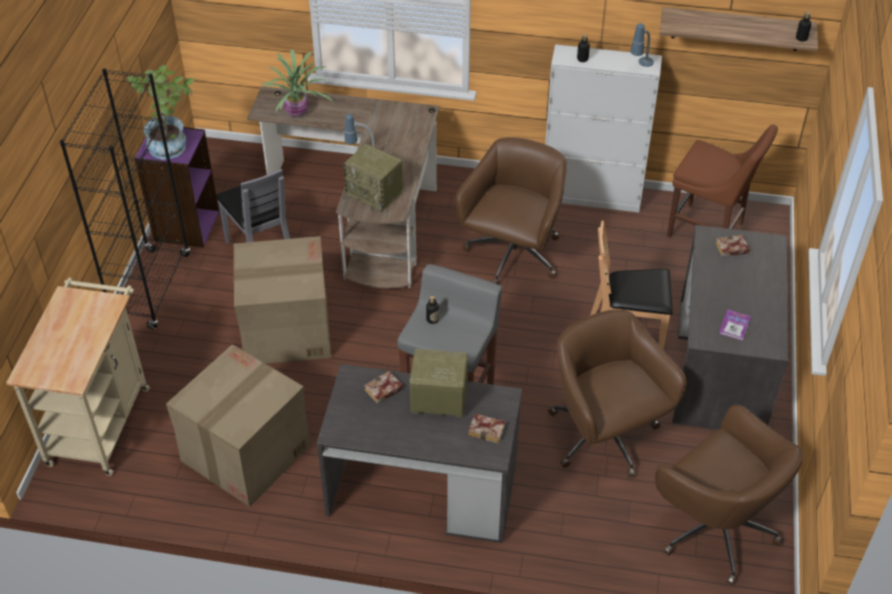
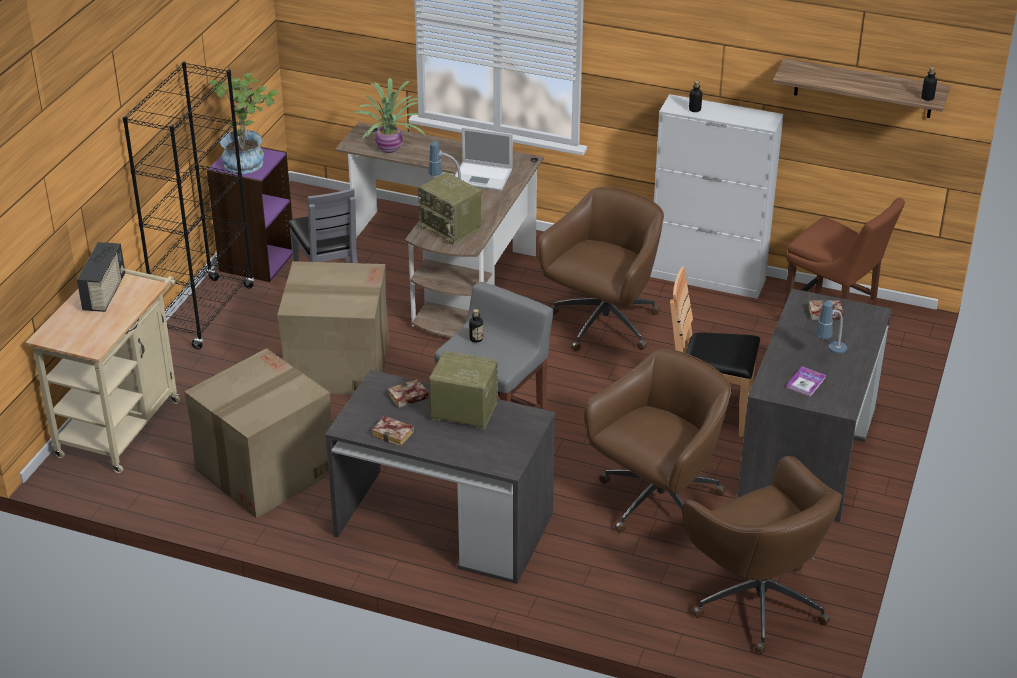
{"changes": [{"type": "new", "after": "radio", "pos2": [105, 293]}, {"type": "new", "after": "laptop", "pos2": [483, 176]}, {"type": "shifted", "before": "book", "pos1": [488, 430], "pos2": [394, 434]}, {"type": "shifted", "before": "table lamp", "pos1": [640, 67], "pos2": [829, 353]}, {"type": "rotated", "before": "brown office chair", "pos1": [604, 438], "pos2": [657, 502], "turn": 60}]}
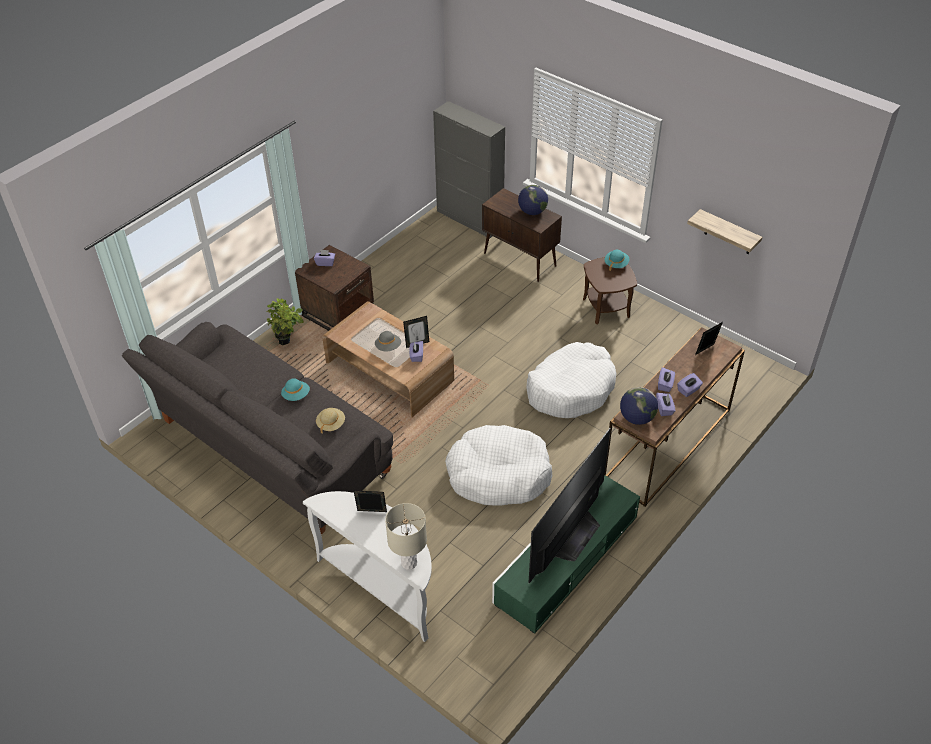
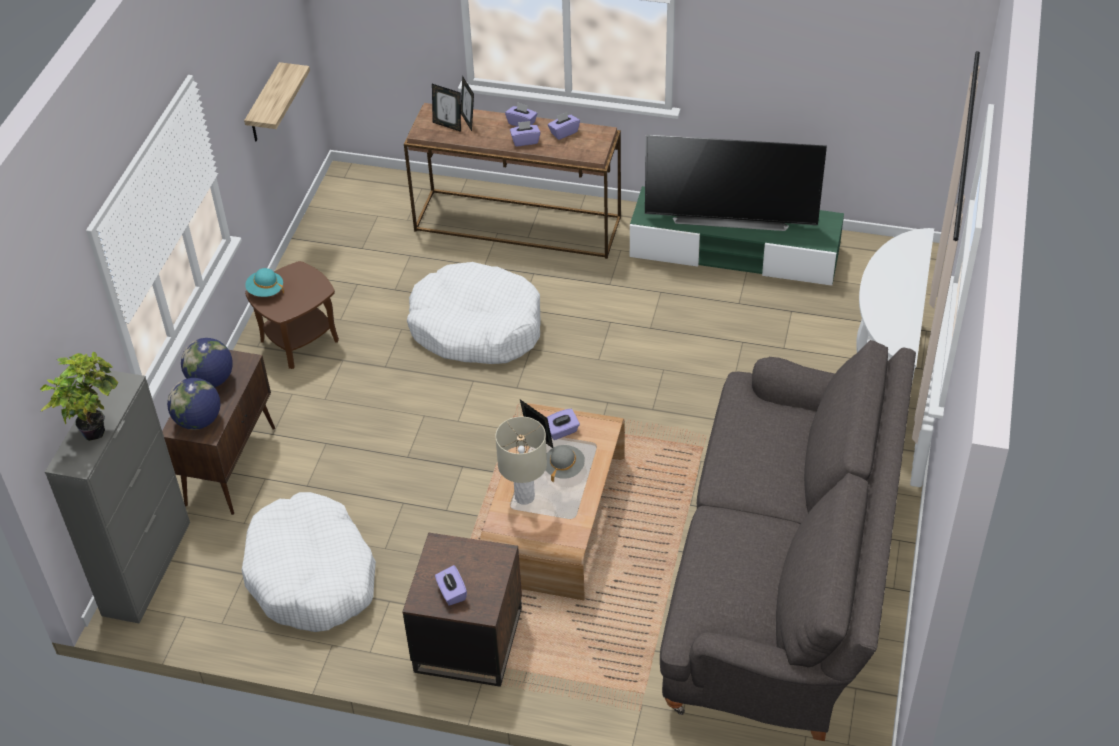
{"changes": [{"type": "gone", "before": "turquoise hat", "pos1": [296, 395]}, {"type": "gone", "before": "beige hat", "pos1": [331, 424]}, {"type": "shifted", "before": "potted plant", "pos1": [287, 342], "pos2": [93, 428]}, {"type": "shifted", "before": "picture frame", "pos1": [371, 513], "pos2": [468, 121]}, {"type": "shifted", "before": "beige table lamp", "pos1": [409, 563], "pos2": [525, 496]}, {"type": "shifted", "before": "white dog bed", "pos1": [498, 474], "pos2": [312, 575]}, {"type": "shifted", "before": "globe", "pos1": [637, 418], "pos2": [198, 421]}]}
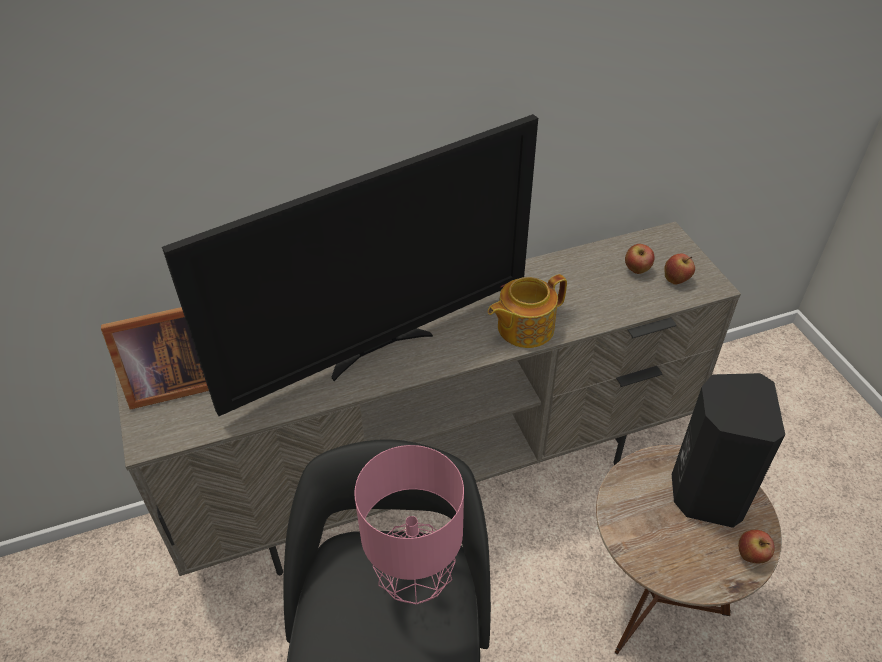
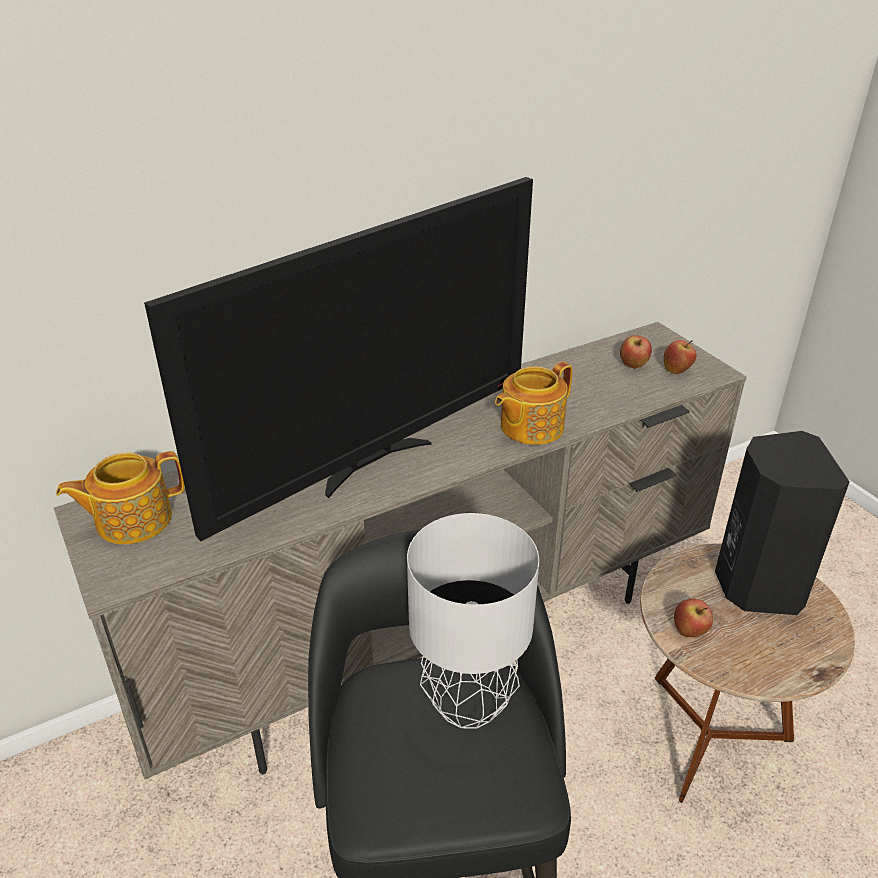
{"changes": [{"type": "shifted", "before": "apple", "pos1": [751, 556], "pos2": [690, 632]}, {"type": "swapped", "before": "picture frame", "after": "teapot", "pos1": [172, 382], "pos2": [132, 520]}, {"type": "repainted", "before": "pink table lamp", "after": "grey table lamp", "pos1": [414, 580], "pos2": [467, 702]}]}
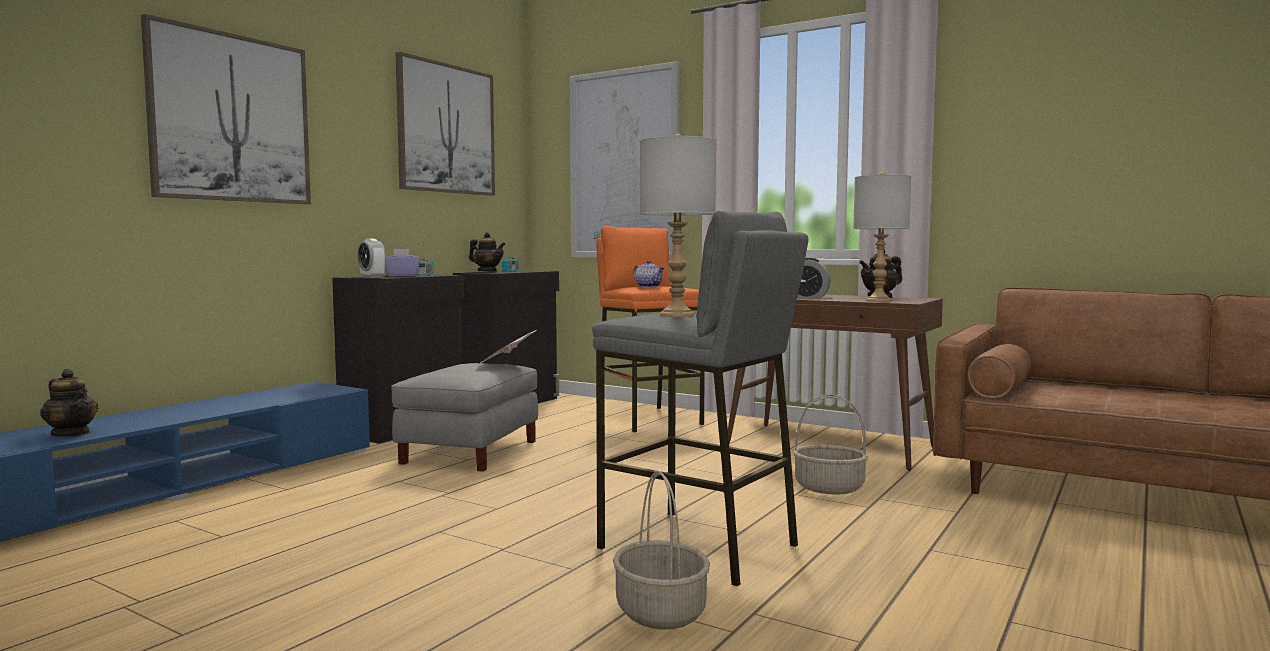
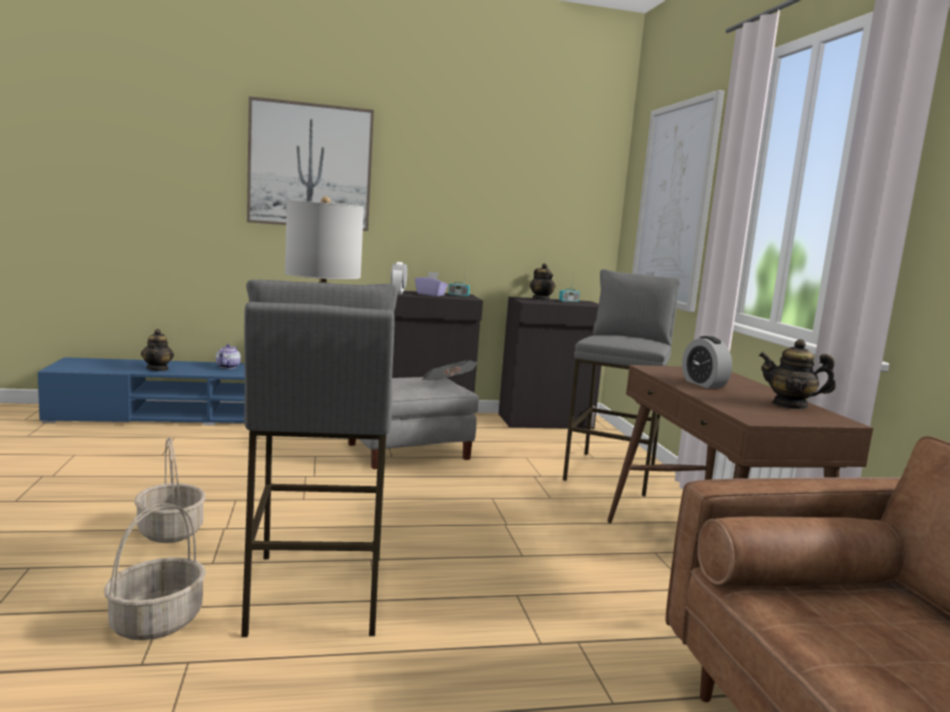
{"changes": [{"type": "gone", "before": "picture", "pos1": [446, 129]}, {"type": "gone", "before": "grey table lamp", "pos1": [879, 301]}, {"type": "shifted", "before": "teapot", "pos1": [649, 287], "pos2": [228, 367]}, {"type": "shifted", "before": "basket", "pos1": [830, 487], "pos2": [171, 531]}, {"type": "repainted", "before": "orange stool", "after": "grey stool", "pos1": [648, 419], "pos2": [612, 473]}]}
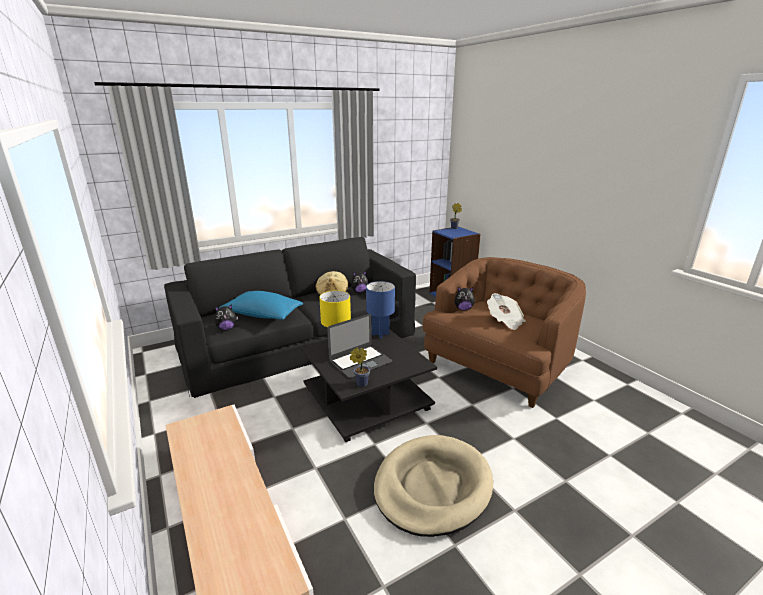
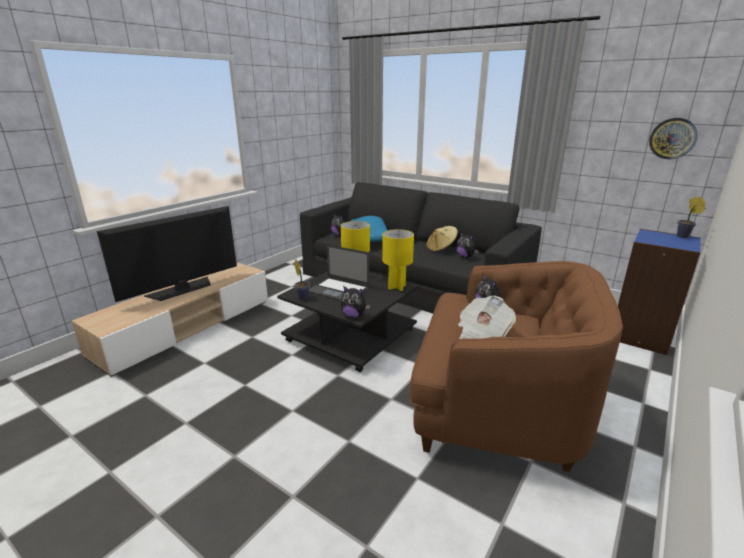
{"changes": [{"type": "gone", "before": "beige dog bed", "pos1": [432, 487]}, {"type": "new", "after": "television", "pos2": [182, 289]}, {"type": "new", "after": "plush toy", "pos2": [354, 315]}, {"type": "new", "after": "wall clock", "pos2": [672, 138]}, {"type": "repainted", "before": "blue table lamp", "after": "yellow table lamp", "pos1": [380, 334], "pos2": [396, 287]}]}
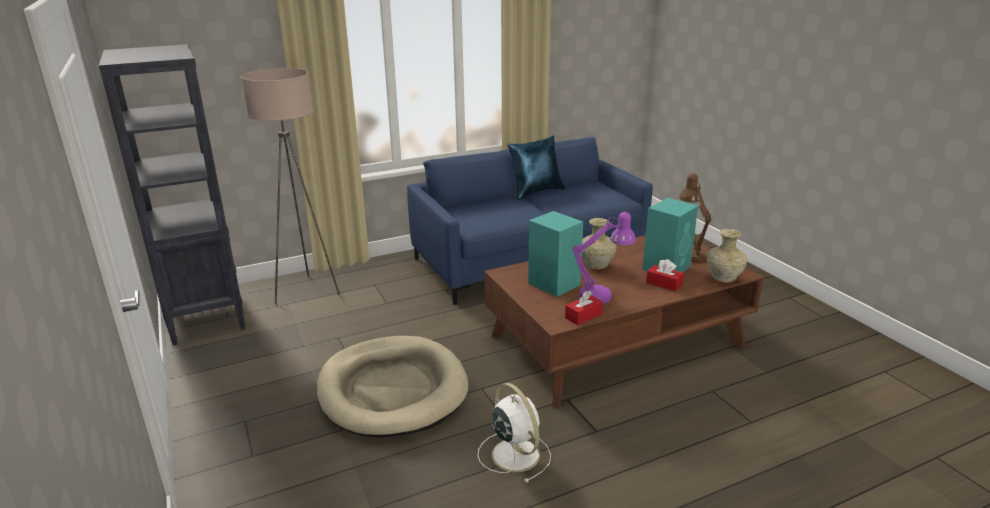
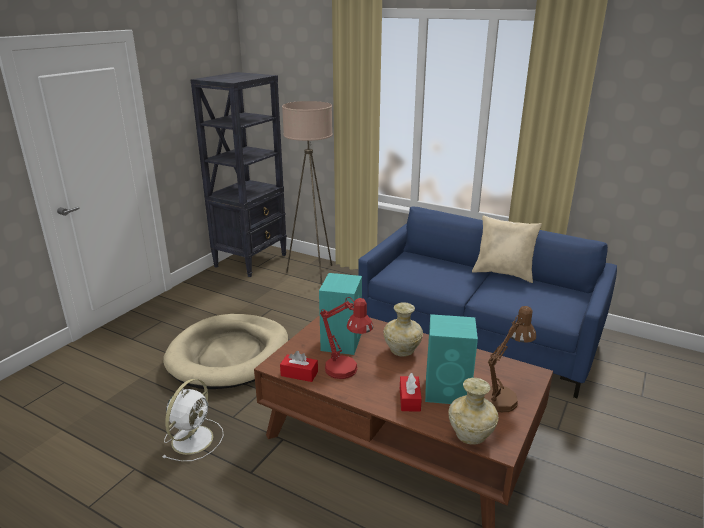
{"changes": [{"type": "repainted", "before": "blue pillow", "after": "beige pillow", "pos1": [536, 192], "pos2": [503, 273]}, {"type": "repainted", "before": "purple table lamp", "after": "red table lamp", "pos1": [602, 295], "pos2": [346, 372]}]}
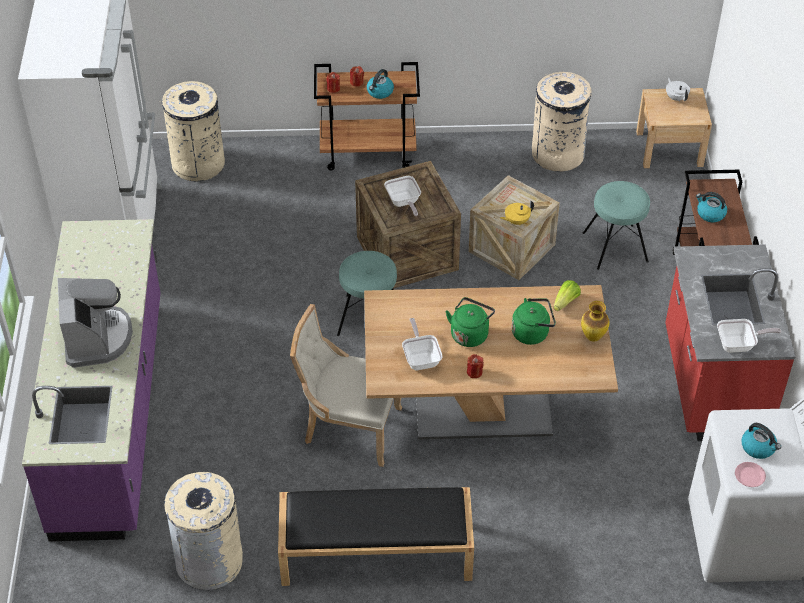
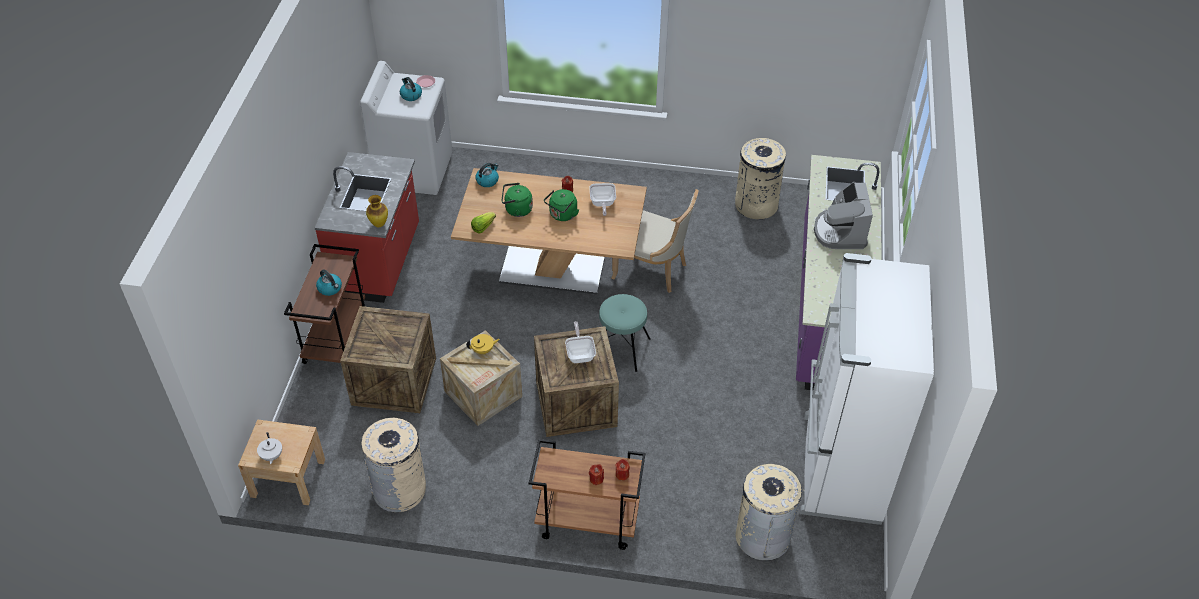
{"changes": [{"type": "gone", "before": "black bench", "pos1": [375, 553]}, {"type": "gone", "before": "frying pan", "pos1": [739, 345]}, {"type": "shifted", "before": "kettle", "pos1": [380, 92], "pos2": [487, 180]}, {"type": "shifted", "before": "vase", "pos1": [592, 337], "pos2": [379, 224]}, {"type": "swapped", "before": "turquoise stool", "after": "crate", "pos1": [615, 247], "pos2": [394, 381]}]}
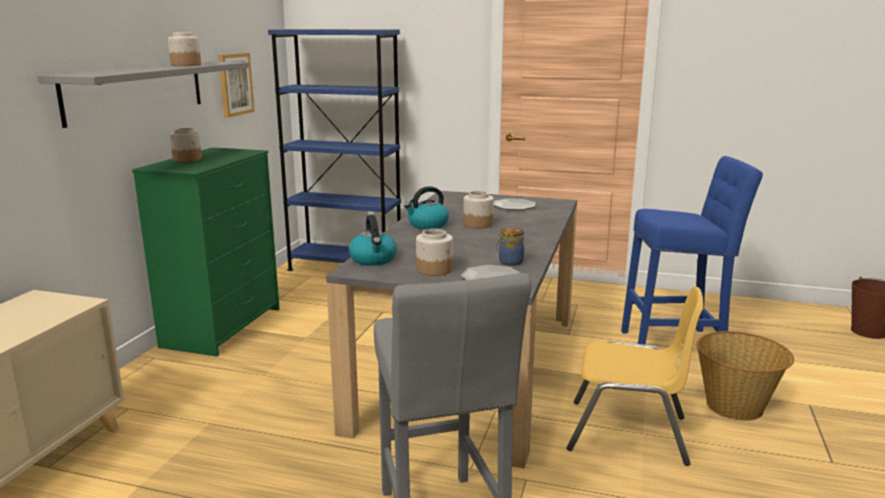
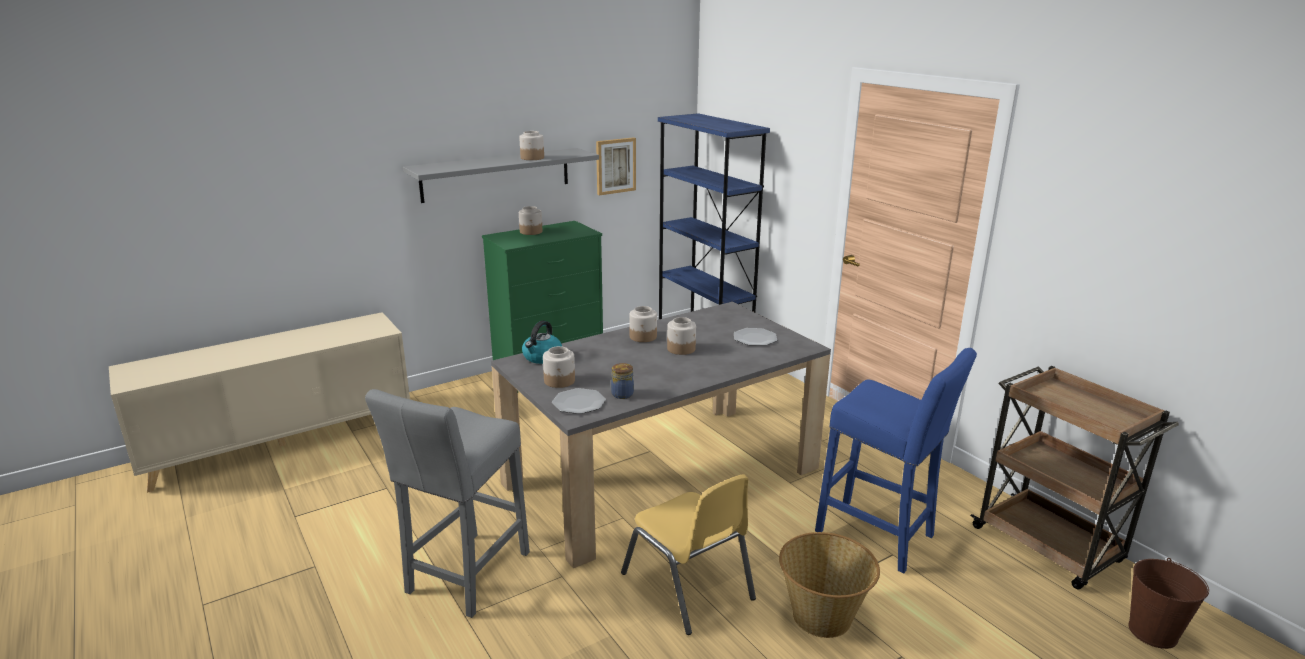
{"changes": [{"type": "new", "after": "brown cart", "pos2": [1049, 546]}, {"type": "swapped", "before": "kettle", "after": "jar", "pos1": [427, 225], "pos2": [643, 337]}]}
